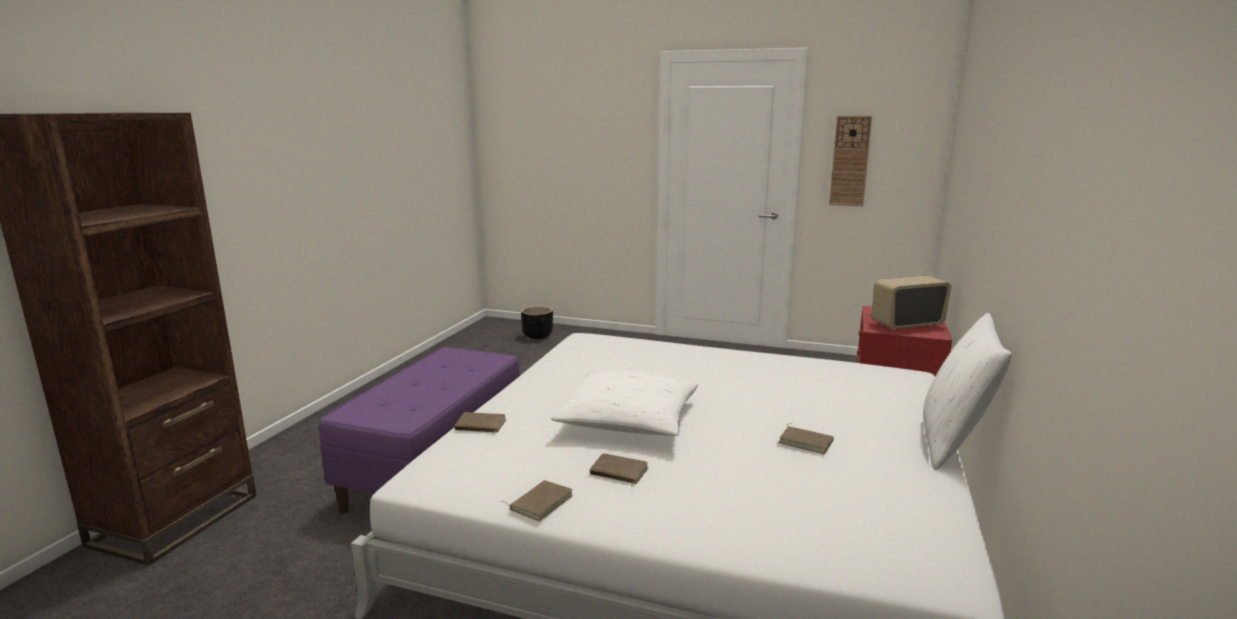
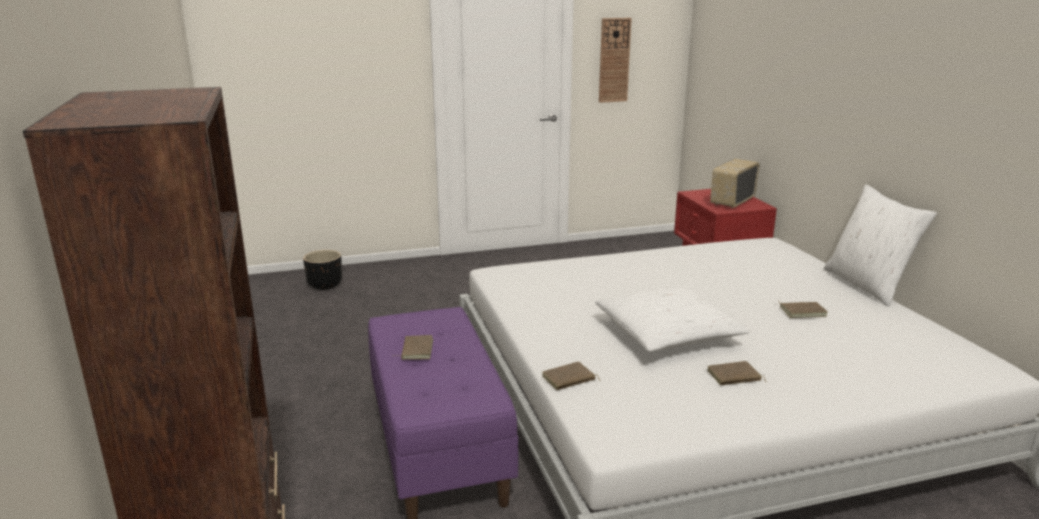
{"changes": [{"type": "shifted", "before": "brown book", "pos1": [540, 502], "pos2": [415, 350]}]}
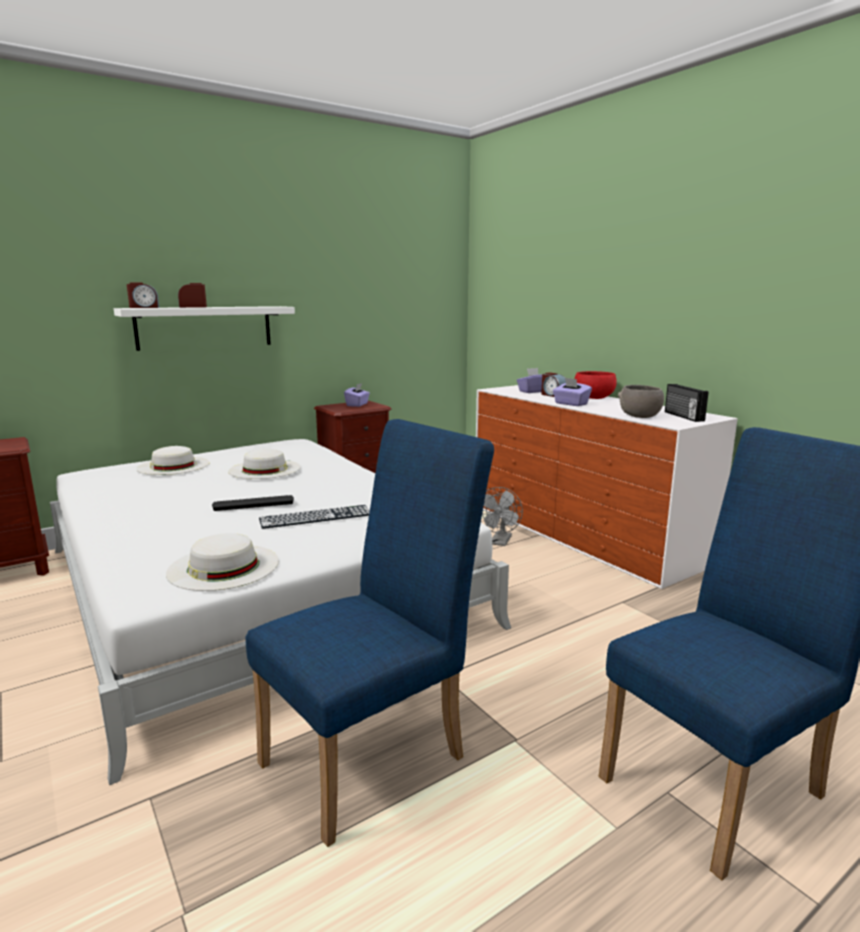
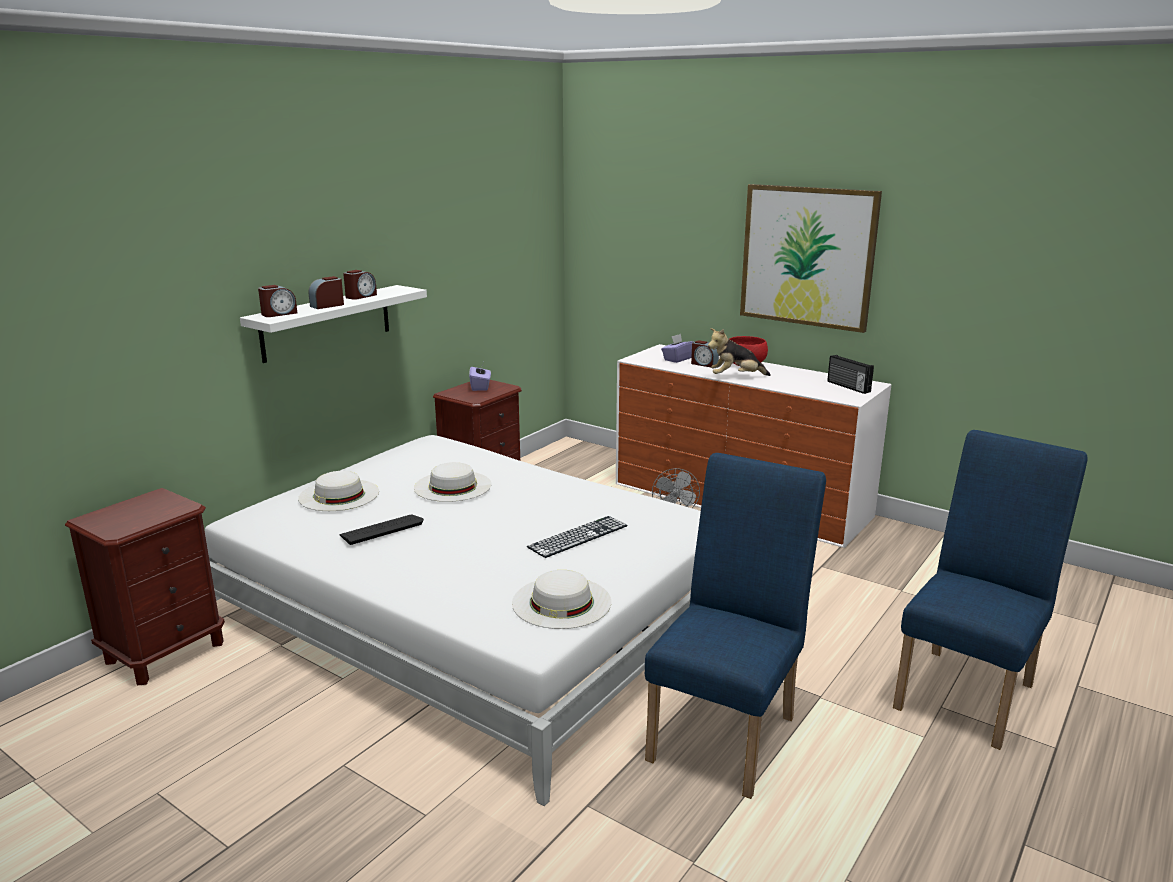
{"changes": [{"type": "gone", "before": "grey bowl", "pos1": [639, 416]}, {"type": "new", "after": "alarm clock", "pos2": [360, 296]}, {"type": "new", "after": "picture", "pos2": [807, 256]}, {"type": "shifted", "before": "keyboard", "pos1": [253, 503], "pos2": [381, 530]}, {"type": "swapped", "before": "purple tissue box", "after": "plush toy", "pos1": [571, 404], "pos2": [735, 377]}]}
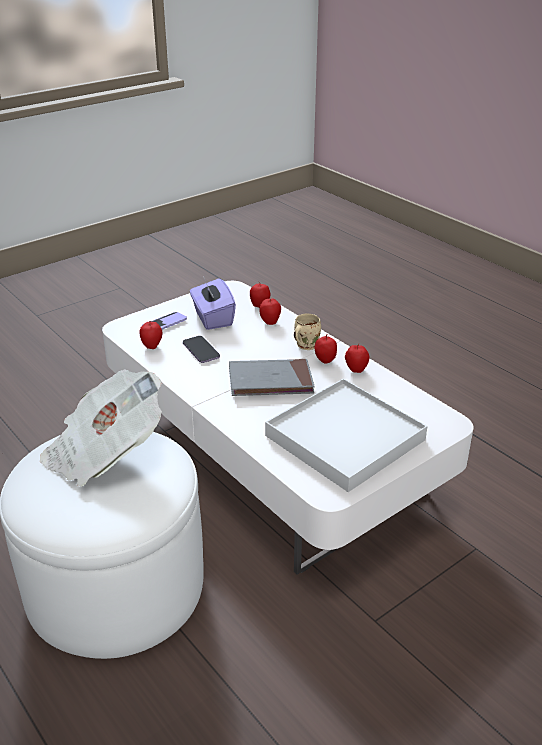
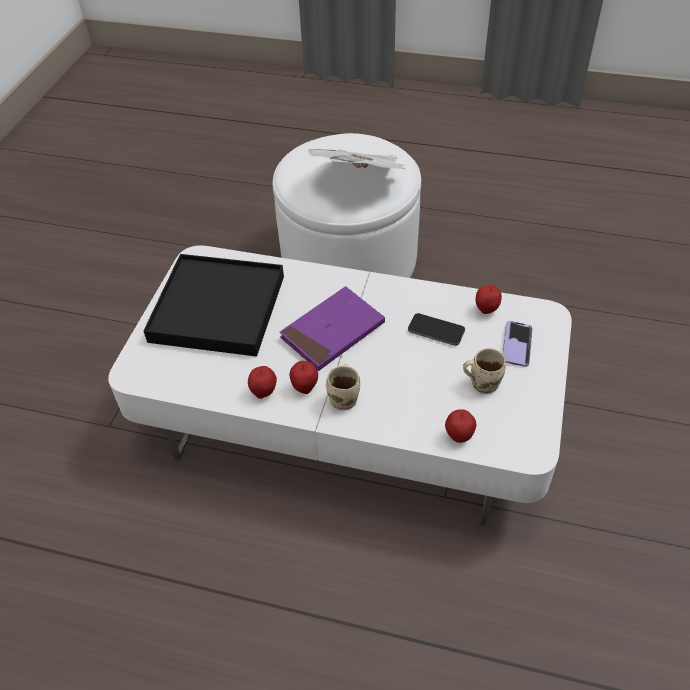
{"changes": [{"type": "gone", "before": "apple", "pos1": [270, 322]}, {"type": "swapped", "before": "purple tissue box", "after": "beige mug", "pos1": [212, 318], "pos2": [483, 383]}, {"type": "repainted", "before": "grey book", "after": "purple book", "pos1": [270, 381], "pos2": [332, 331]}, {"type": "repainted", "before": "white tray", "after": "black tray", "pos1": [345, 438], "pos2": [217, 309]}]}
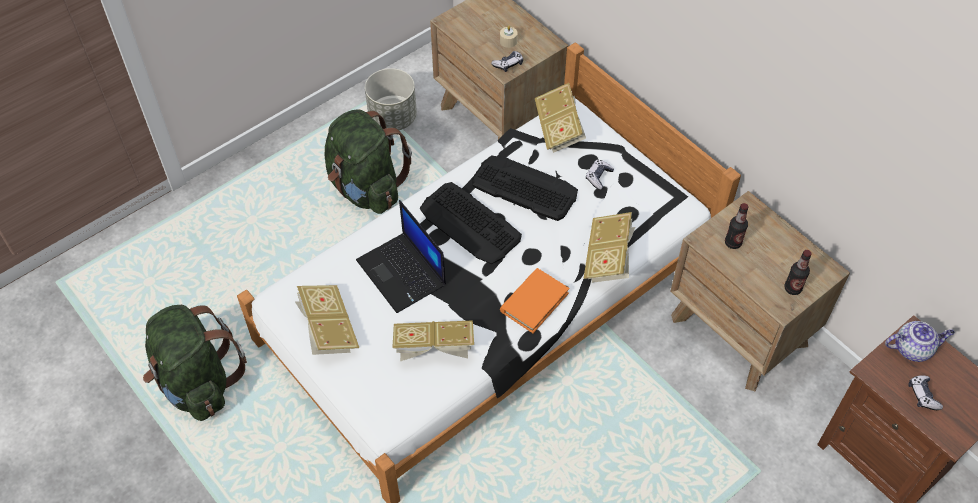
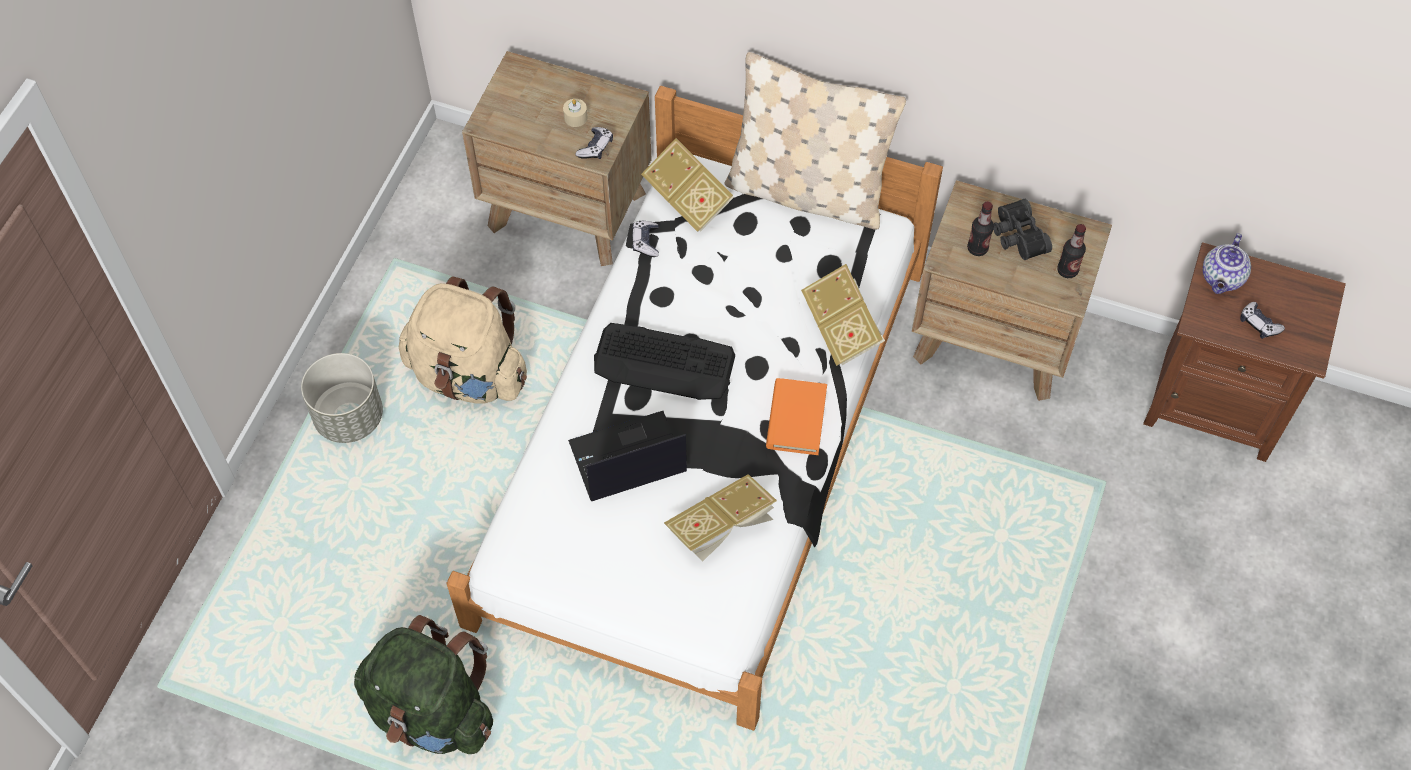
{"changes": [{"type": "gone", "before": "book", "pos1": [328, 330]}, {"type": "gone", "before": "keyboard", "pos1": [524, 188]}, {"type": "new", "after": "beige pillow", "pos2": [807, 192]}, {"type": "new", "after": "black binoculars", "pos2": [1016, 237]}, {"type": "shifted", "before": "grey planter", "pos1": [393, 118], "pos2": [349, 417]}, {"type": "shifted", "before": "game controller", "pos1": [598, 177], "pos2": [645, 242]}, {"type": "repainted", "before": "green backpack", "after": "beige backpack", "pos1": [366, 188], "pos2": [469, 375]}, {"type": "rotated", "before": "laptop", "pos1": [402, 273], "pos2": [626, 459], "turn": 135}, {"type": "rotated", "before": "teapot", "pos1": [913, 348], "pos2": [1222, 279], "turn": 150}]}
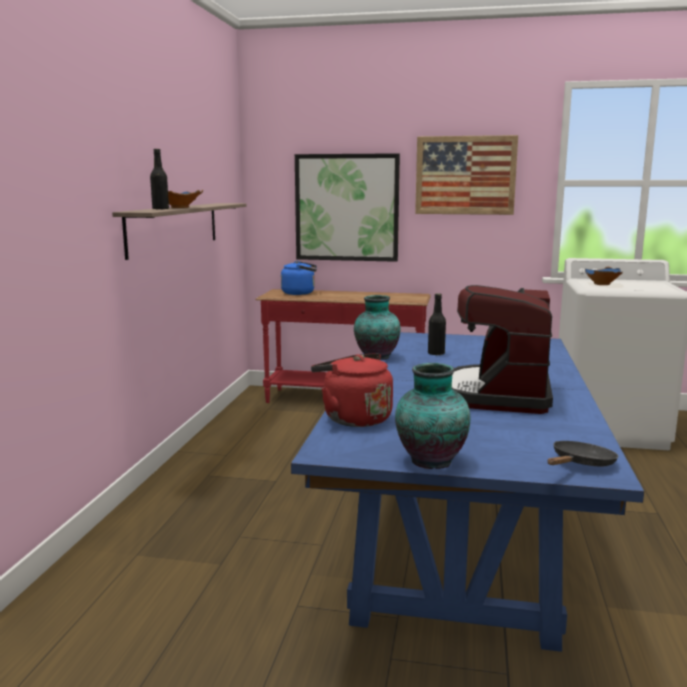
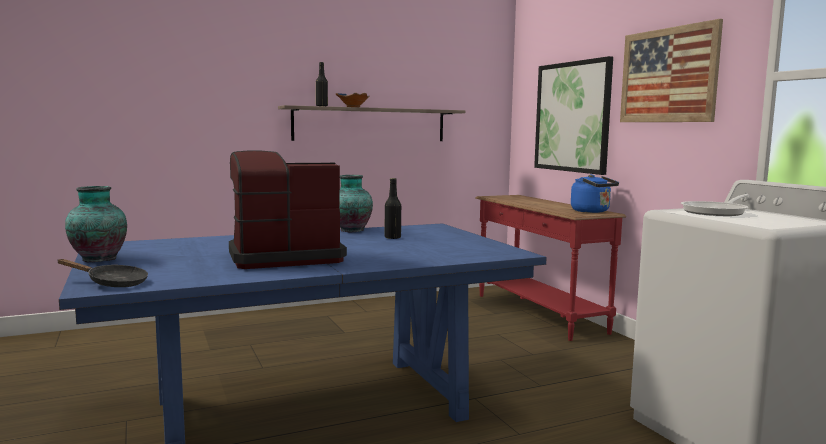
{"changes": [{"type": "gone", "before": "red kettle", "pos1": [353, 418]}, {"type": "shifted", "before": "blue kettle", "pos1": [300, 293], "pos2": [592, 211]}, {"type": "swapped", "before": "blue bowl", "after": "frying pan", "pos1": [603, 284], "pos2": [717, 212]}]}
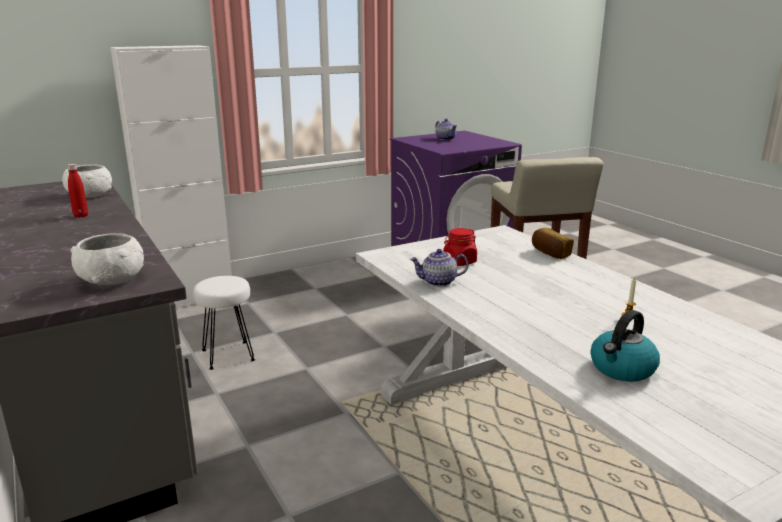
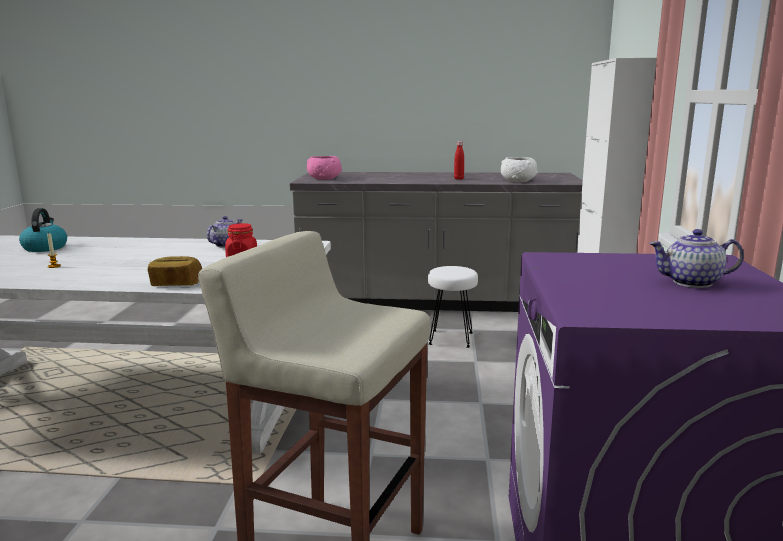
{"changes": [{"type": "repainted", "before": "white bowl", "after": "pink bowl", "pos1": [112, 279], "pos2": [324, 178]}]}
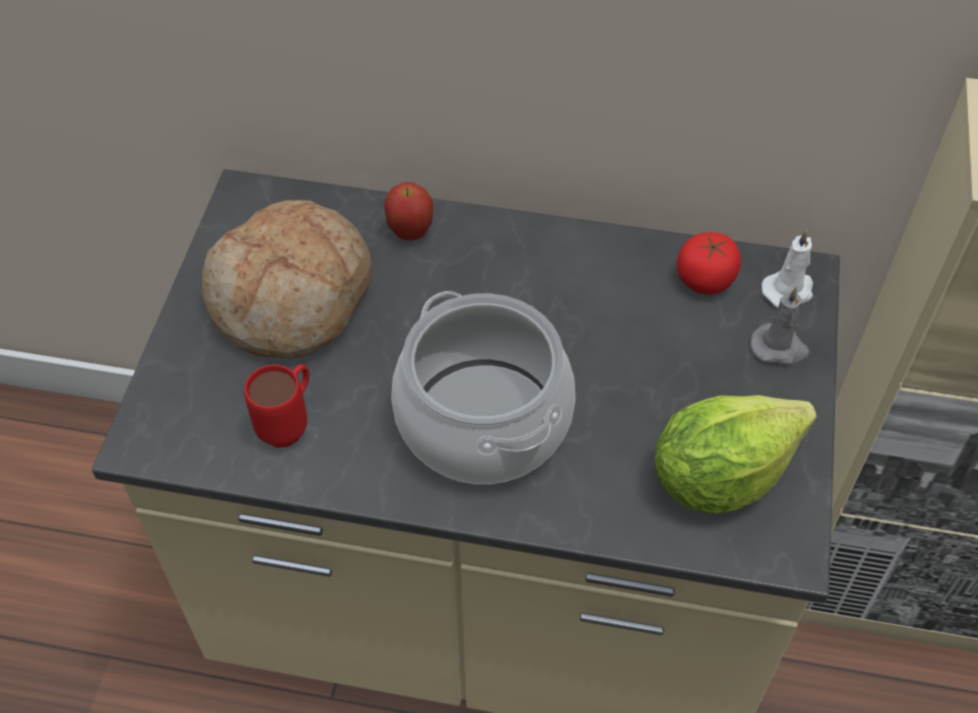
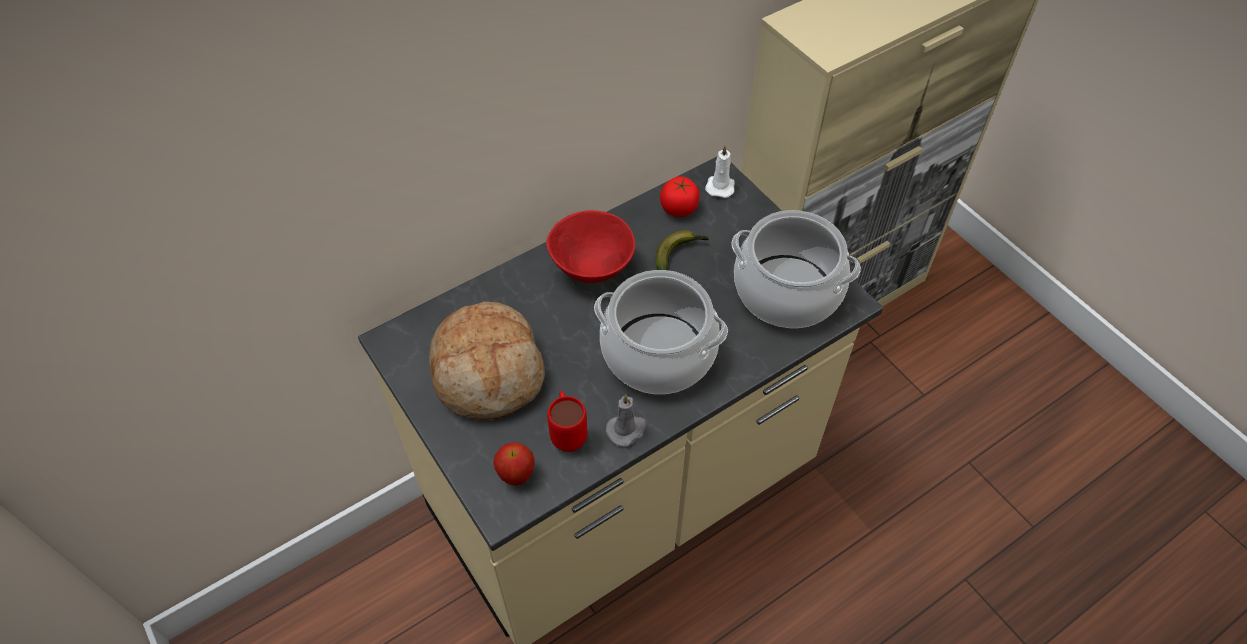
{"changes": [{"type": "new", "after": "red bowl", "pos2": [592, 270]}, {"type": "new", "after": "banana", "pos2": [679, 254]}, {"type": "shifted", "before": "apple", "pos1": [410, 232], "pos2": [516, 475]}, {"type": "shifted", "before": "grey candle", "pos1": [779, 348], "pos2": [627, 430]}, {"type": "swapped", "before": "lettuce", "after": "cooking pot", "pos1": [720, 474], "pos2": [786, 292]}]}
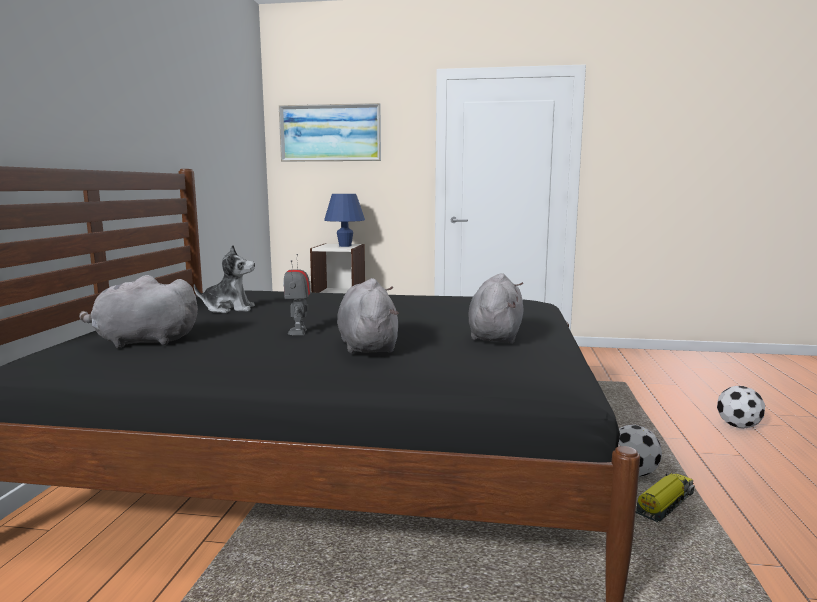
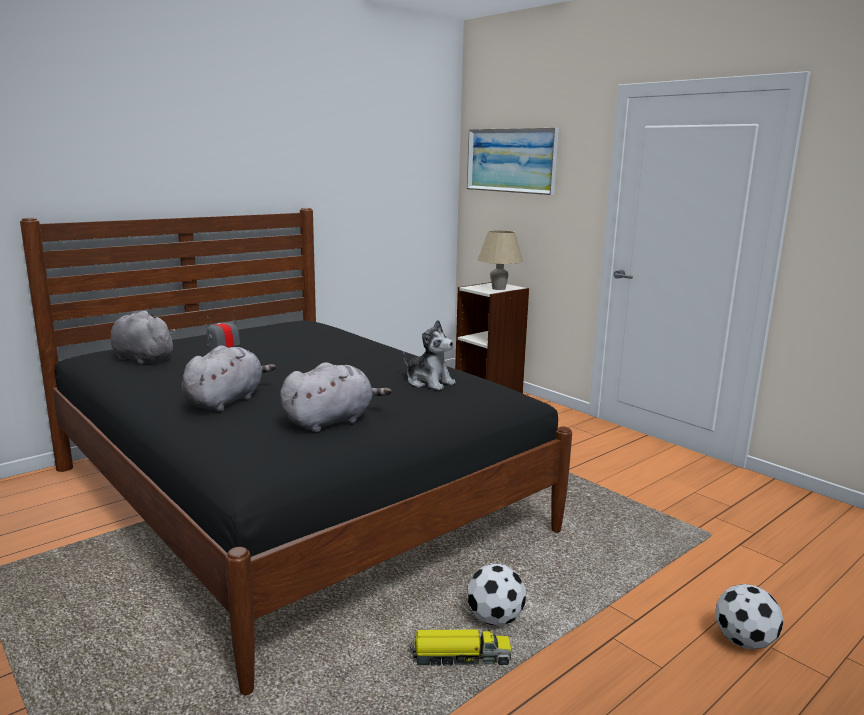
{"changes": [{"type": "shifted", "before": "plush toy", "pos1": [229, 309], "pos2": [429, 382]}, {"type": "repainted", "before": "blue table lamp", "after": "beige table lamp", "pos1": [345, 246], "pos2": [498, 288]}]}
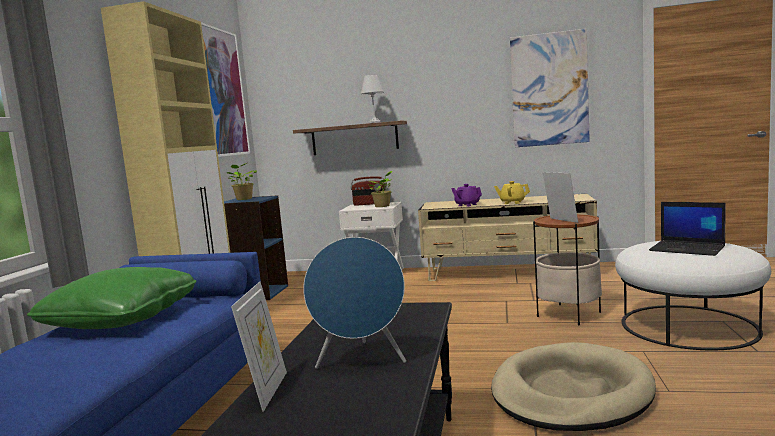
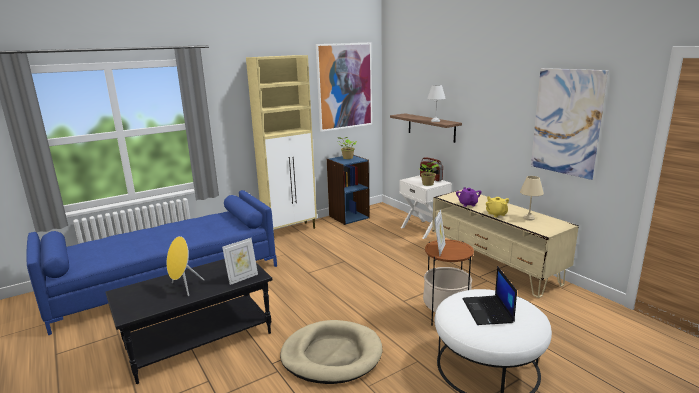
{"changes": [{"type": "gone", "before": "green pillow", "pos1": [122, 319]}, {"type": "new", "after": "beige table lamp", "pos2": [529, 218]}, {"type": "shifted", "before": "picture frame", "pos1": [267, 391], "pos2": [242, 278]}, {"type": "repainted", "before": "blue speaker", "after": "yellow speaker", "pos1": [361, 361], "pos2": [184, 288]}]}
